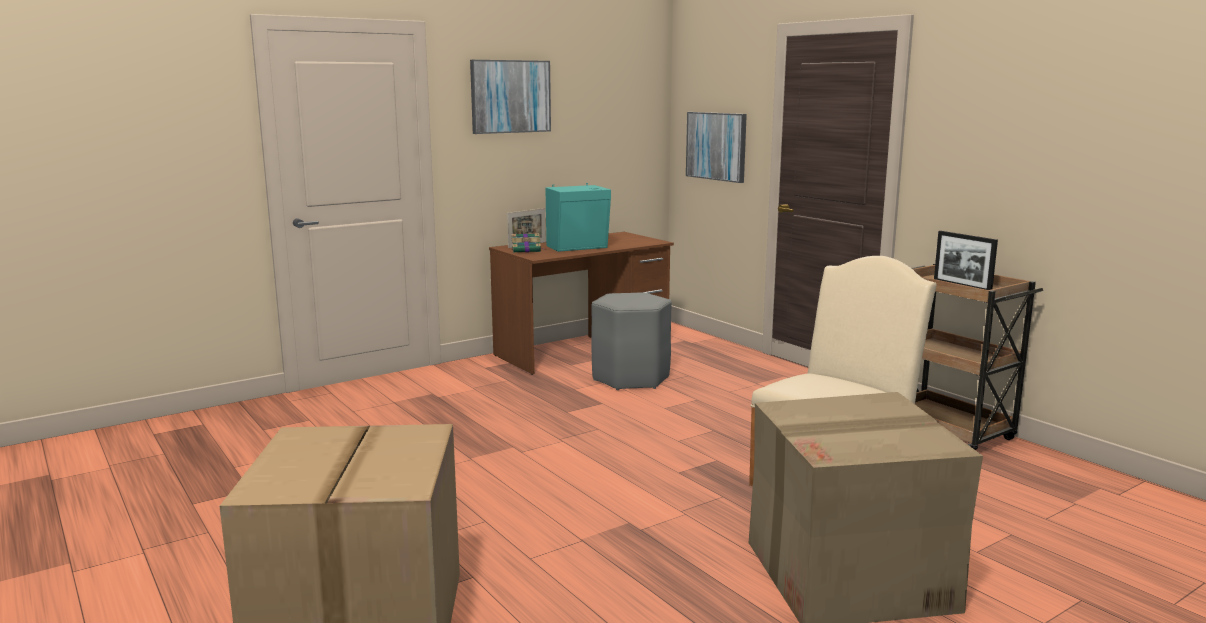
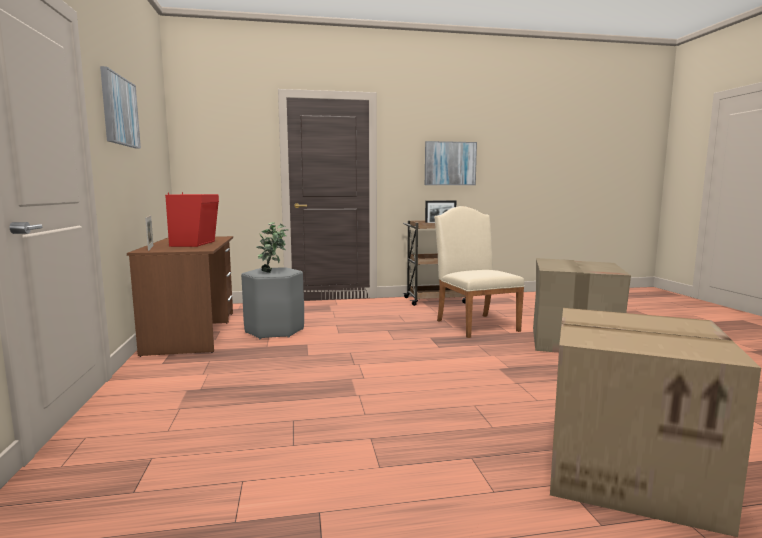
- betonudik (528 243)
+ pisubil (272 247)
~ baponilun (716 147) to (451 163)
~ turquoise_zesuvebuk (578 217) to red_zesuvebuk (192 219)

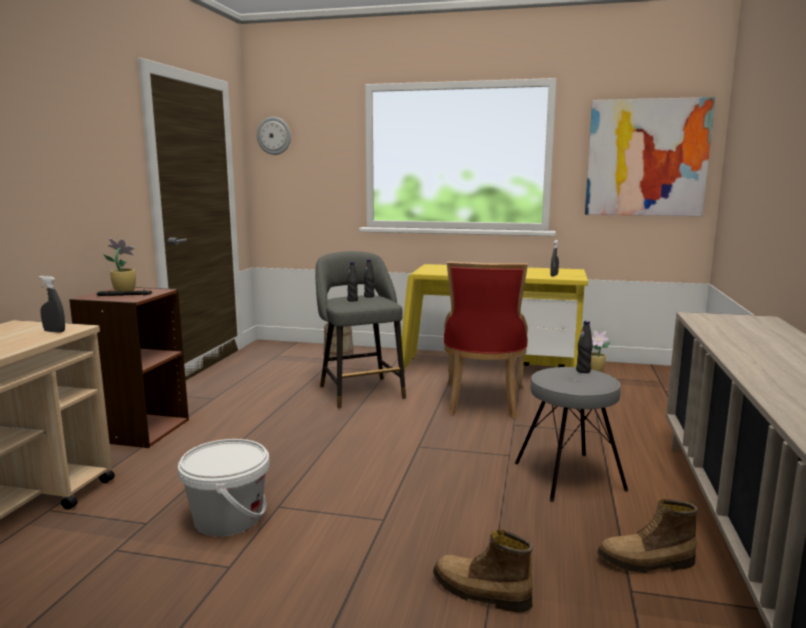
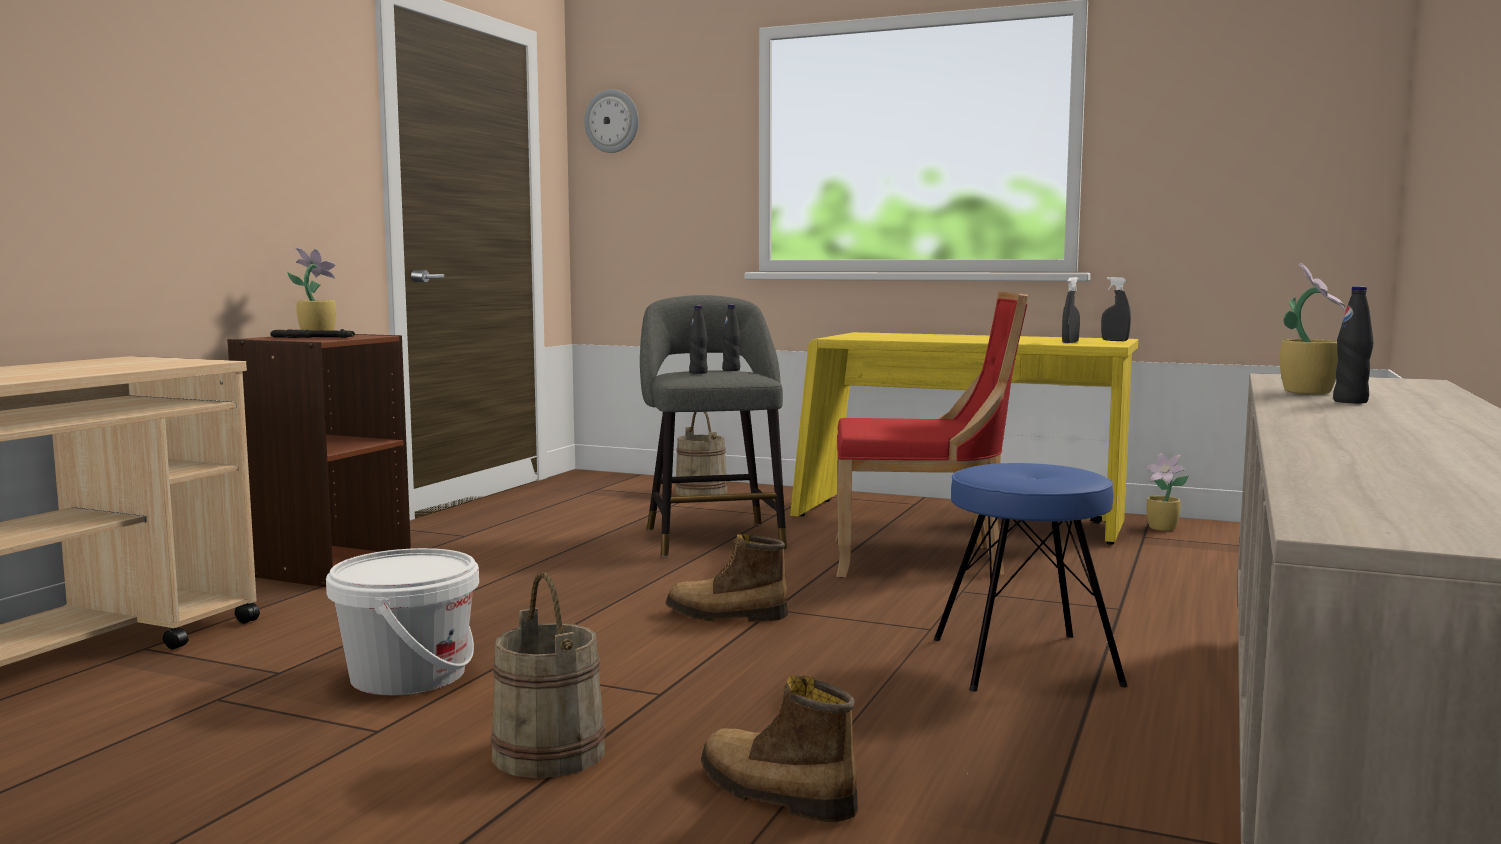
- baponilun (650 156)
+ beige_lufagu (548 675)
+ pisubil (1312 328)
~ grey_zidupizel (52 304) to (1116 309)
~ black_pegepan (584 347) to (1353 345)
~ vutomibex (647 536) to (726 578)
~ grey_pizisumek (571 434) to blue_pizisumek (1031 577)
~ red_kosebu (486 340) = (932 435) 105 degrees counterclockwise

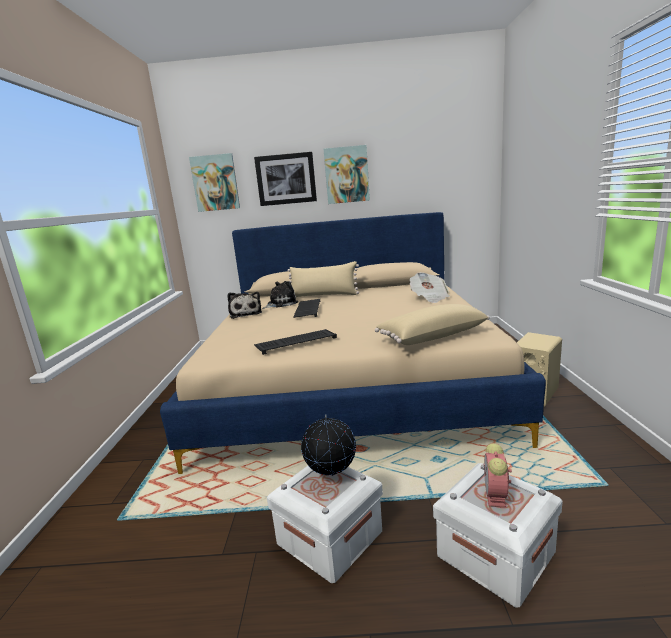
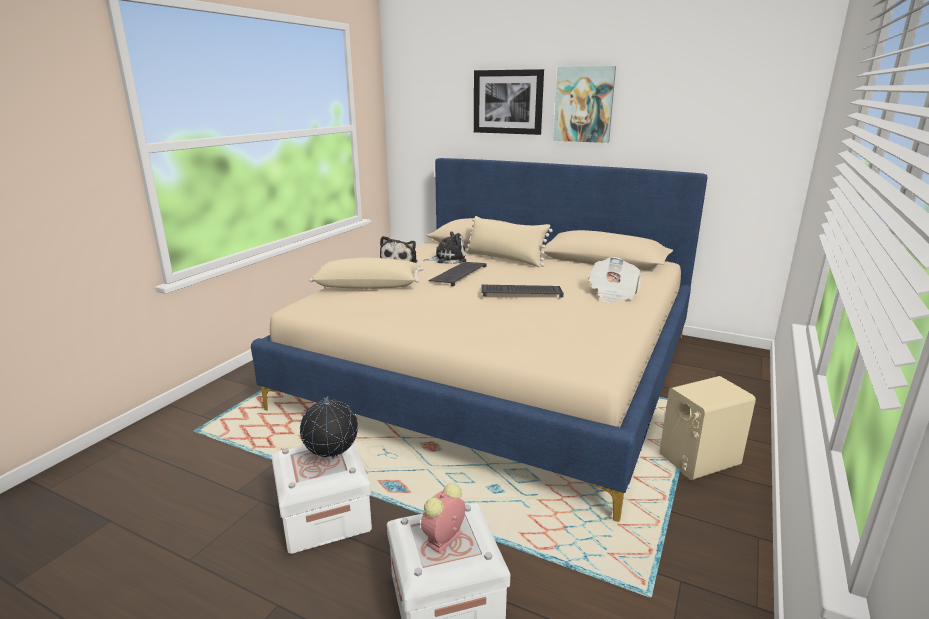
- baponilun (214 182)
~ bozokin (295 342) to (523 291)
~ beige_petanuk (432 324) to (366 273)

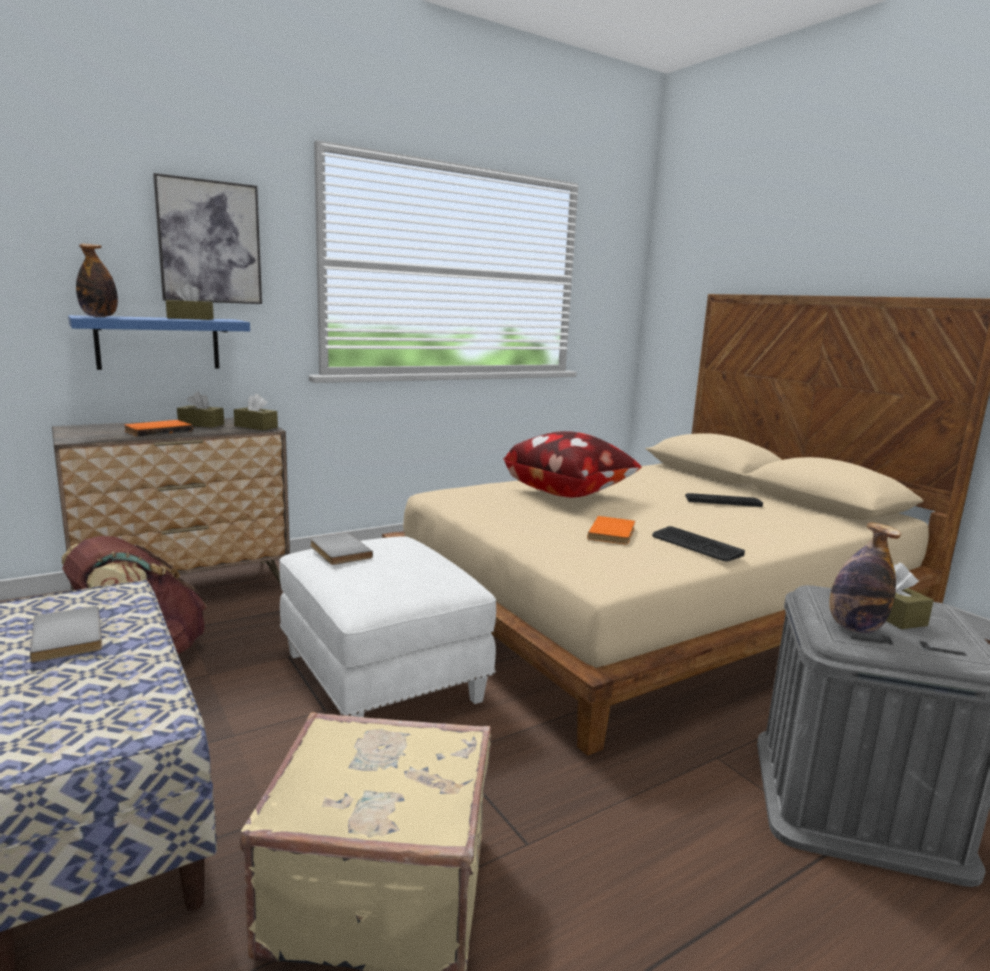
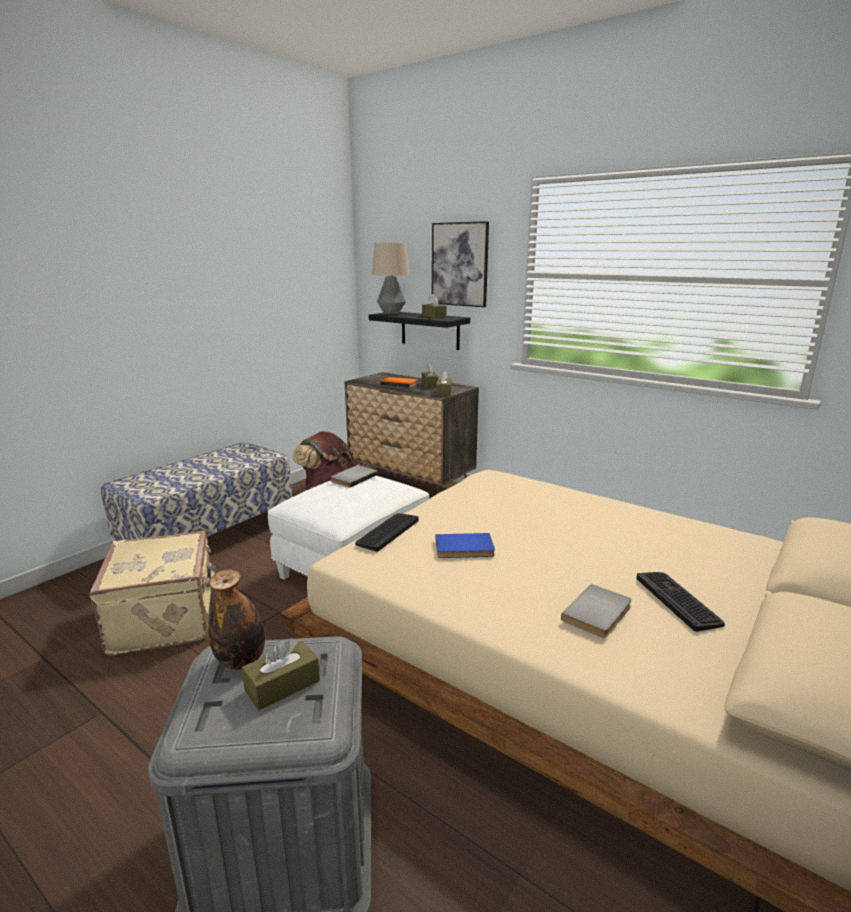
- petanuk (572 464)
~ grey_betonudik (66 634) to (596 611)
~ bozokin (698 544) to (387 532)
~ pegepan (97 280) to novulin (391 278)
~ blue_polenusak (159 342) to black_polenusak (419 331)
~ orange_betonudik (611 530) to blue_betonudik (465 545)

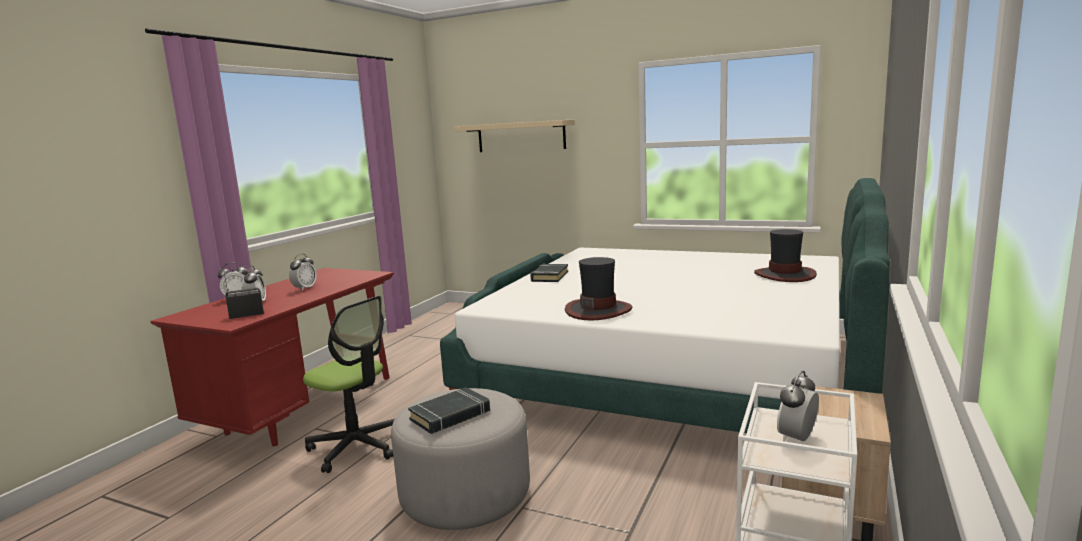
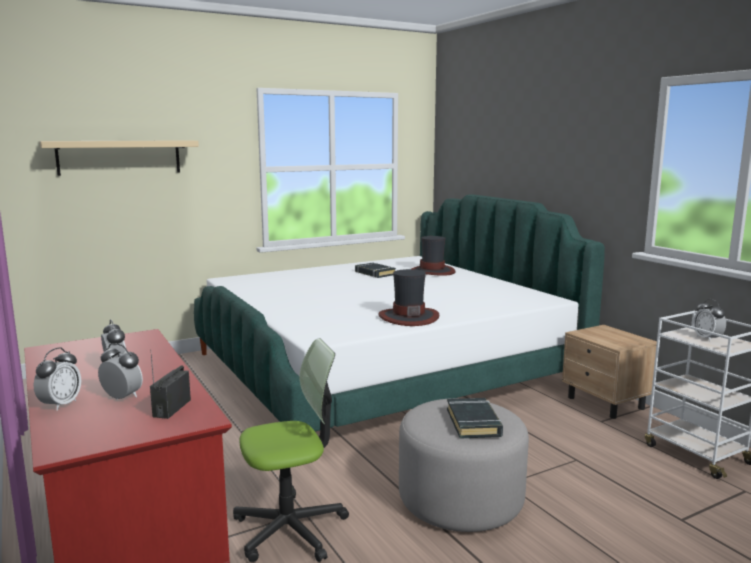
~ black_betonudik (549 273) to (375 270)

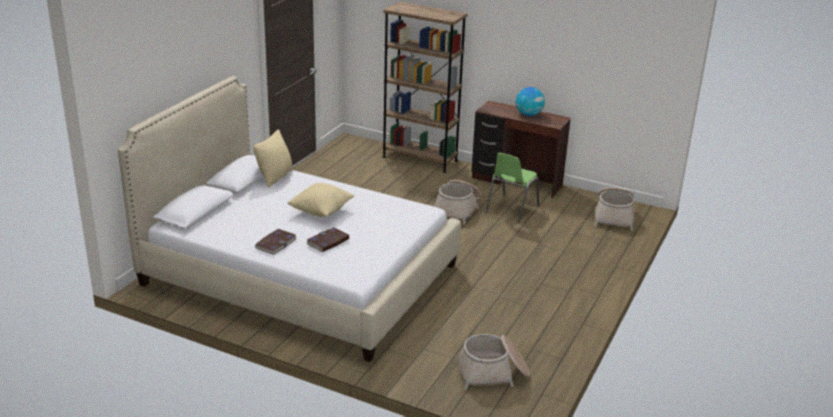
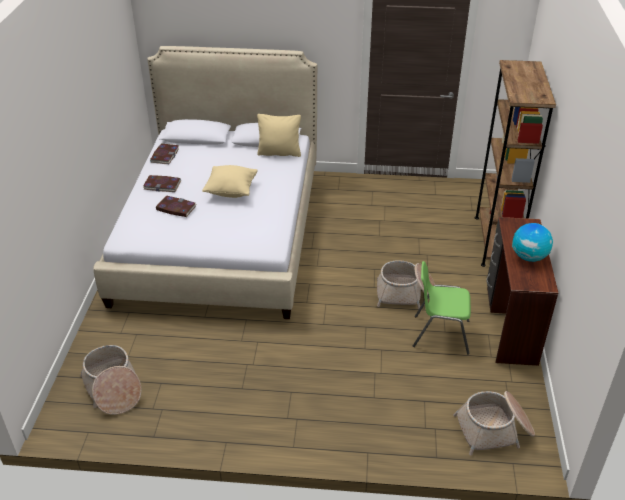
+ betonudik (164 154)

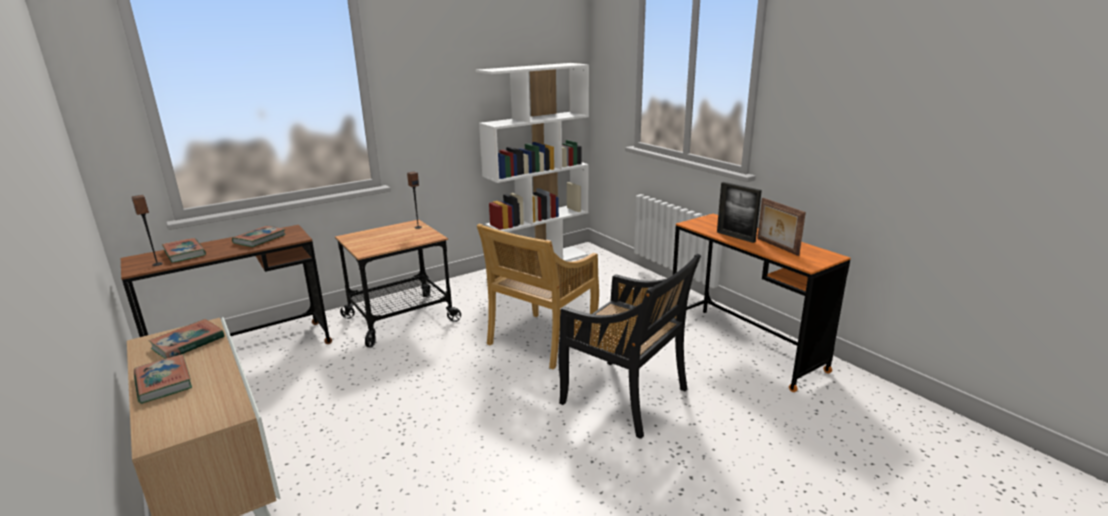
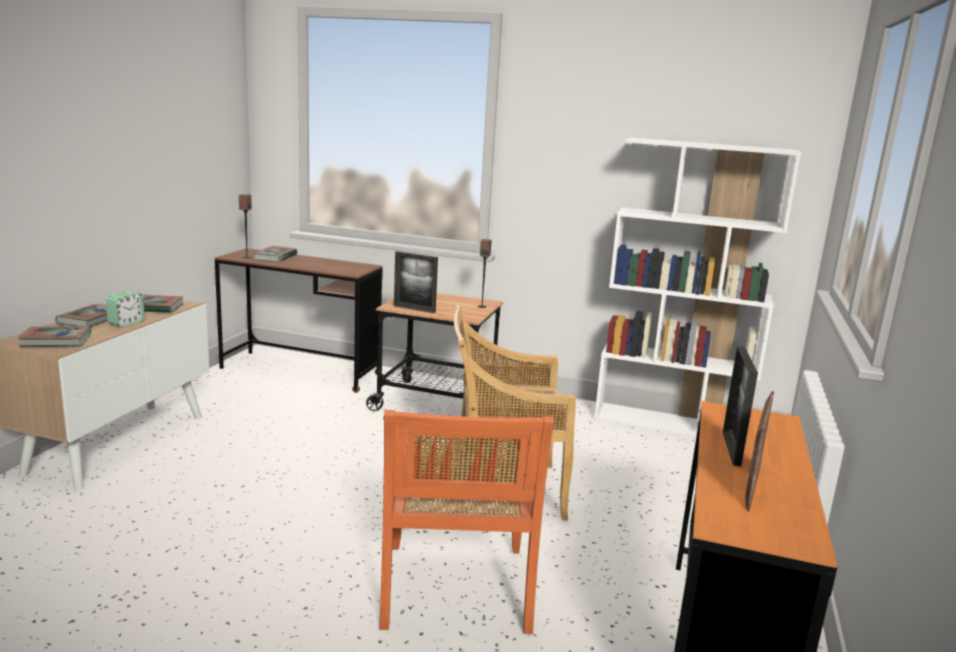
+ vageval (125 309)
+ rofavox (416 282)
~ betonudik (259 236) to (54 337)
~ black_kosebu (629 346) to orange_kosebu (466 522)

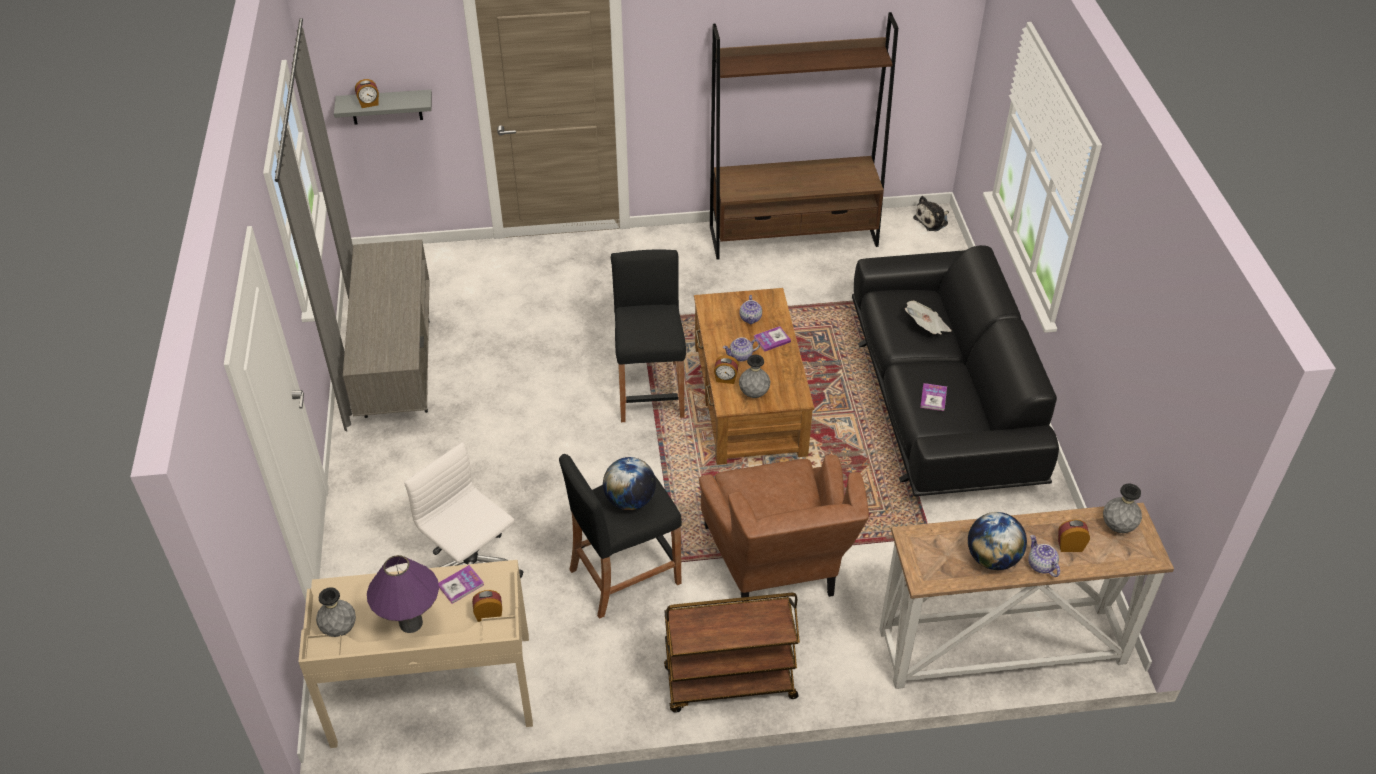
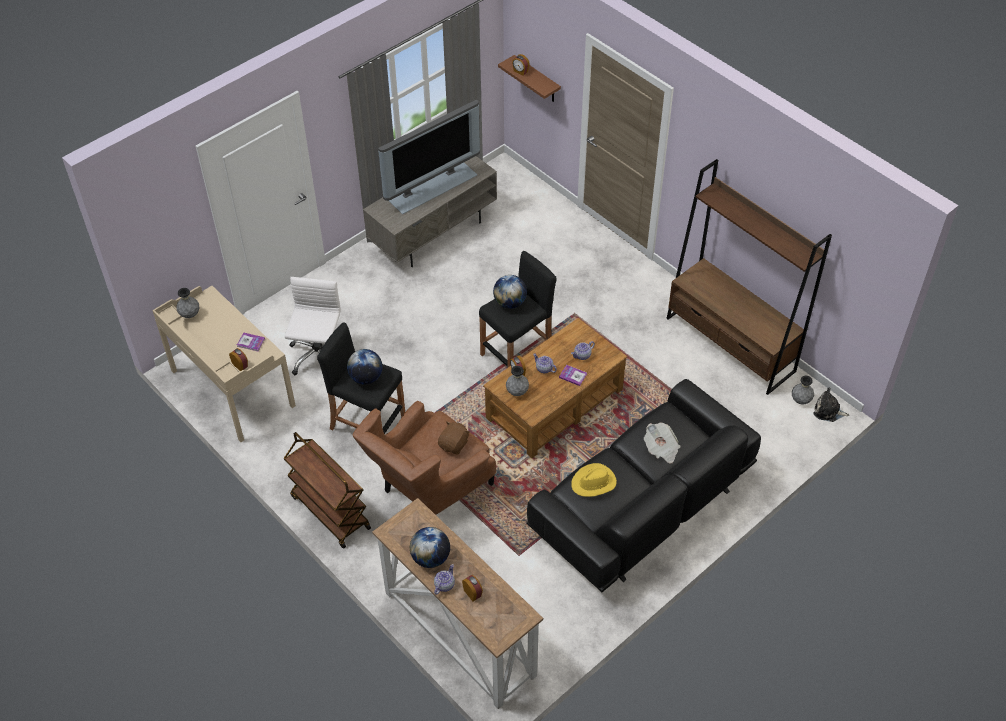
- purple_novulin (403 594)
+ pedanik (429 156)
+ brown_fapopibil (454 438)
+ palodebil (510 292)
~ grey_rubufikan (1122 508) to (803 390)
~ betonudik (933 397) to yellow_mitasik (594 480)
~ grey_polenusak (383 107) to brown_polenusak (529 78)

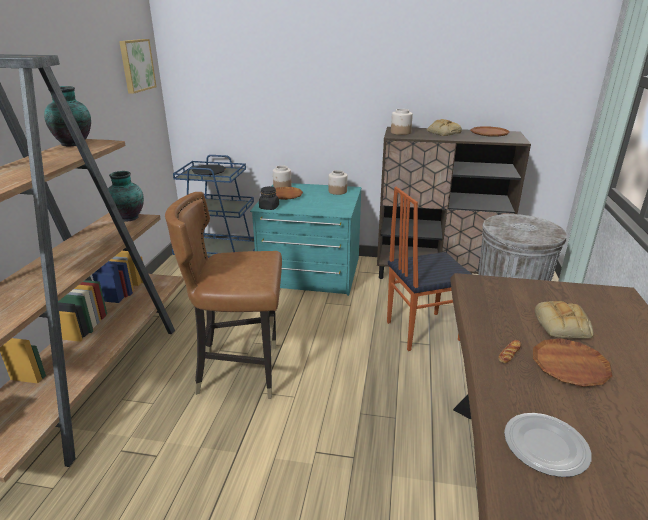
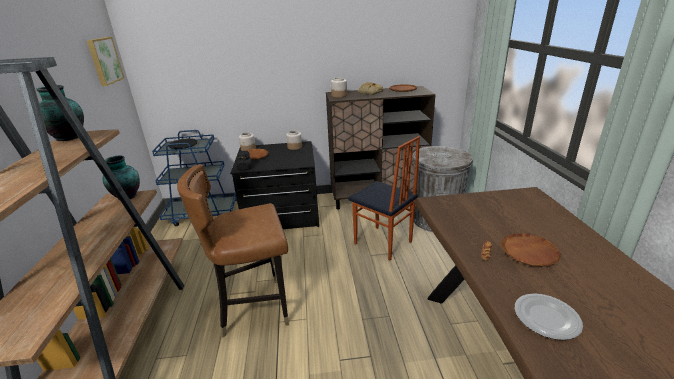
- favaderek (564 320)
~ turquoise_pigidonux (306 239) to black_pigidonux (274 185)
~ kosebu (430 269) = (384 198) 105 degrees counterclockwise

